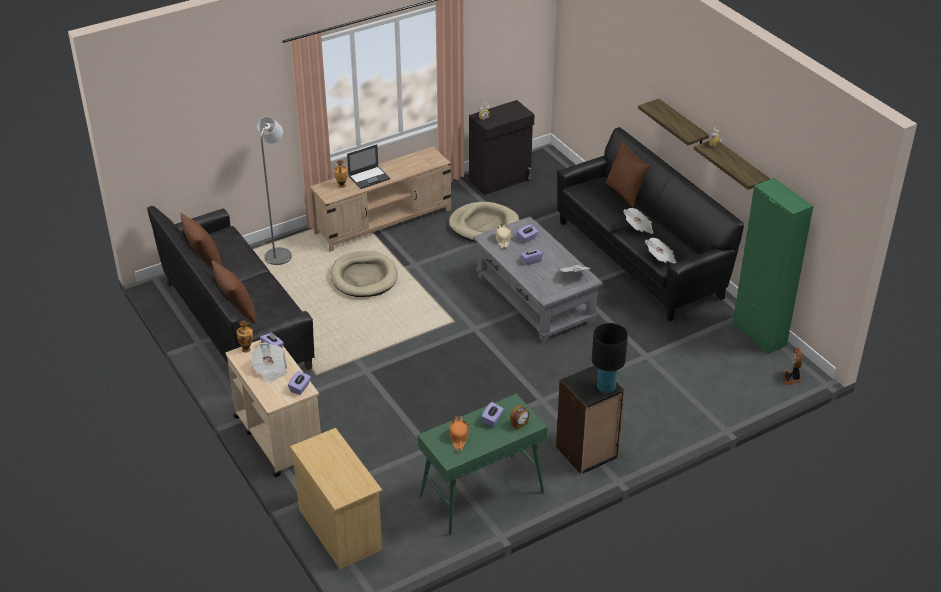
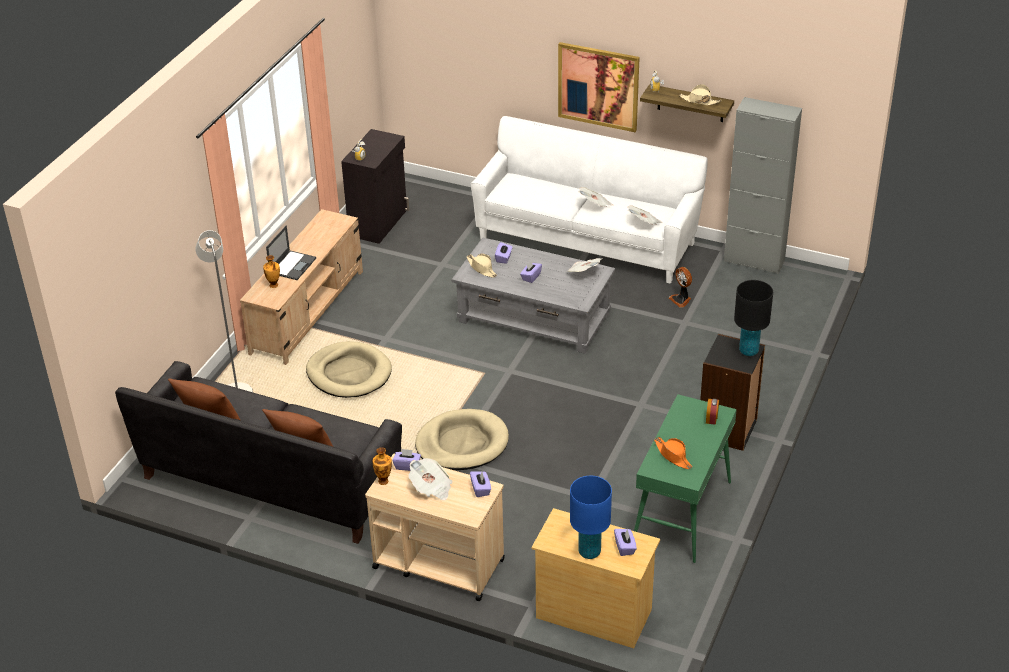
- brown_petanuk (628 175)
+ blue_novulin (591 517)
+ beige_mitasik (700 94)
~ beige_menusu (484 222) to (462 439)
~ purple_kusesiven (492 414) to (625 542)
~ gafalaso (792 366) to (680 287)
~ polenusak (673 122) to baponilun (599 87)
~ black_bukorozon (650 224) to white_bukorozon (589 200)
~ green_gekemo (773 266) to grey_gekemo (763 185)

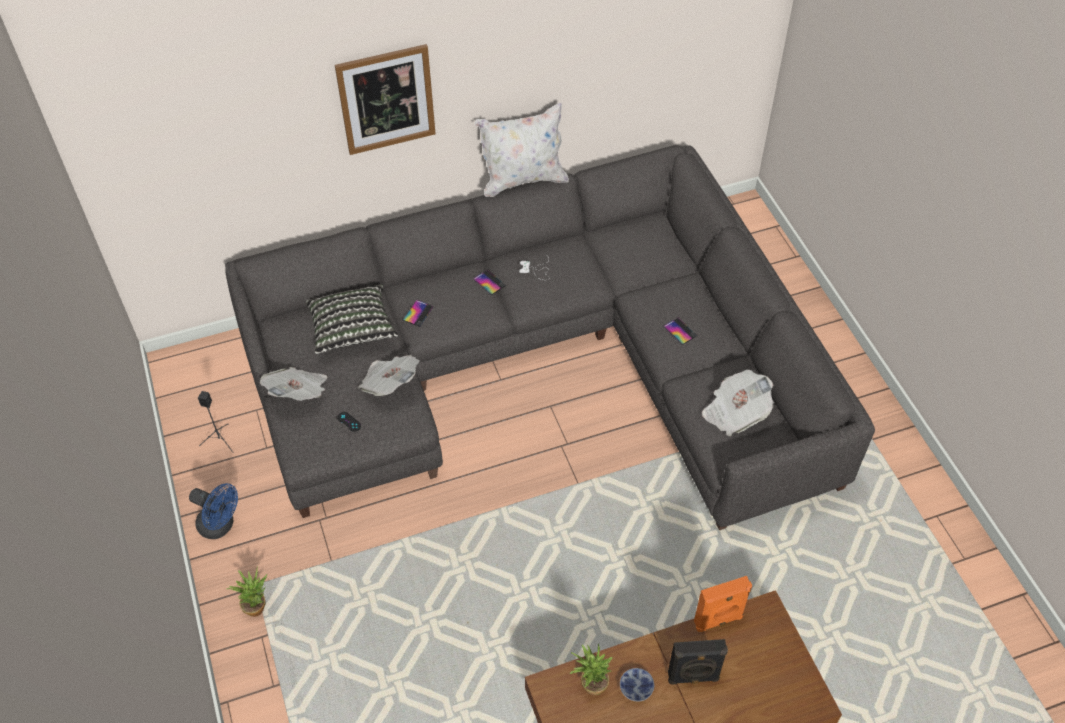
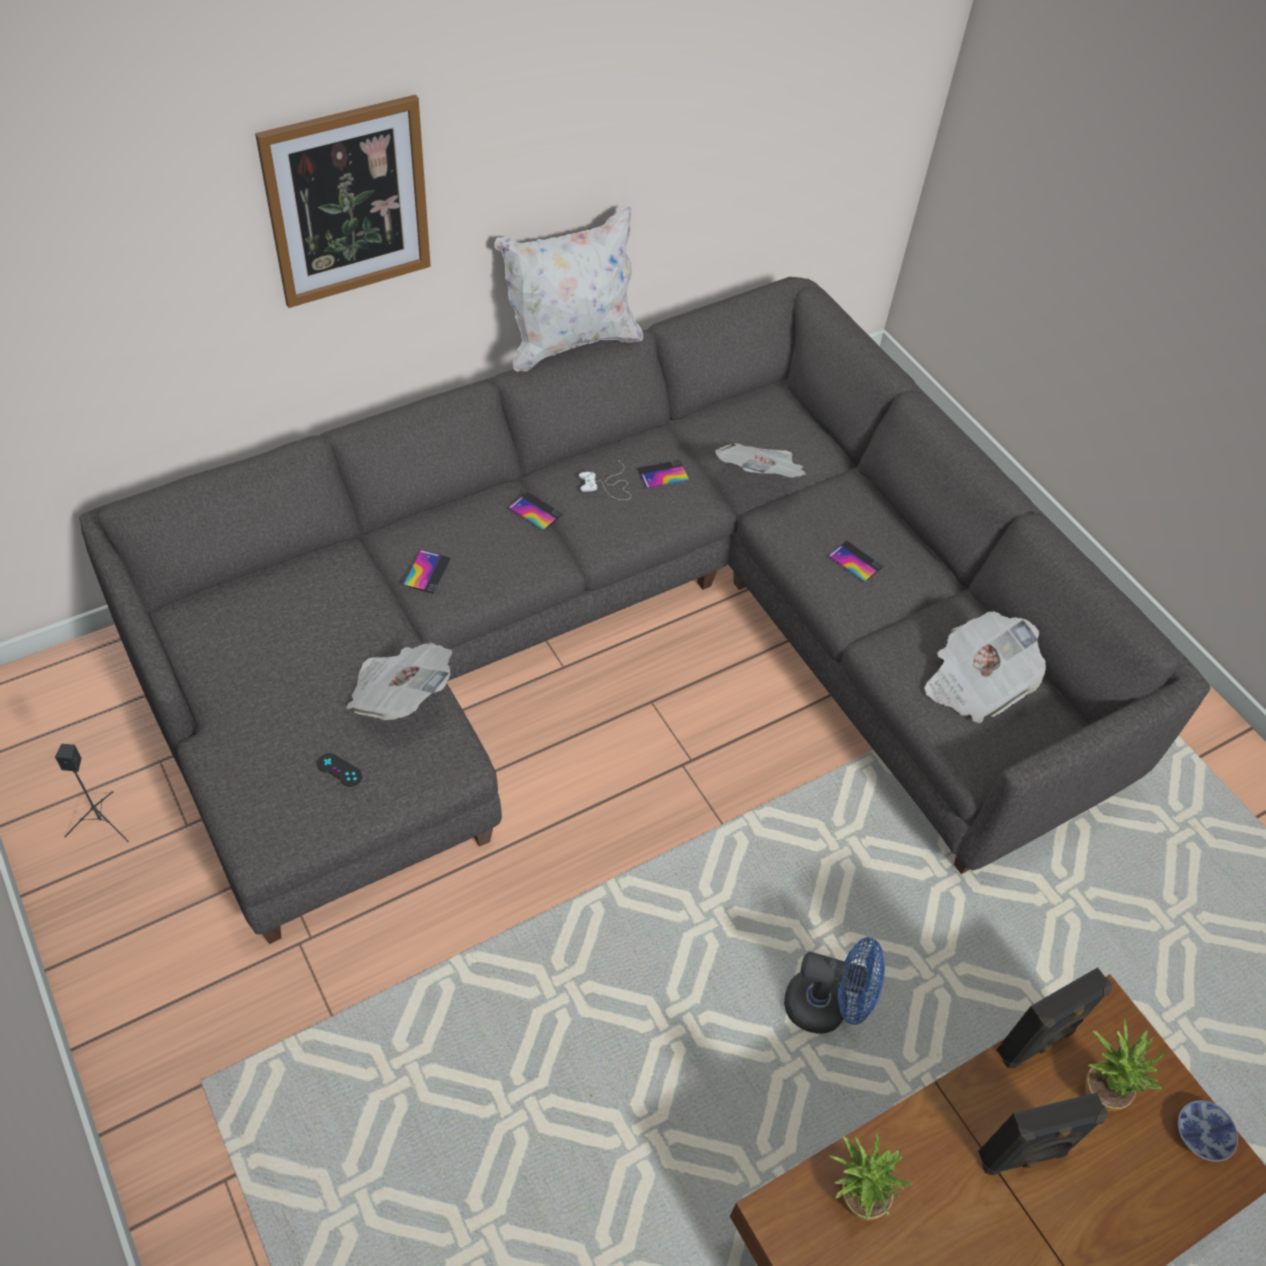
- petanuk (352 319)
+ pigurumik (663 474)
~ blue_gafalaso (213 511) to (834 985)
~ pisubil (246 591) to (1126 1064)
~ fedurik (293 384) to (761 460)
~ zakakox (637 684) to (1208 1131)
~ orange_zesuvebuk (723 604) to black_zesuvebuk (1054 1017)

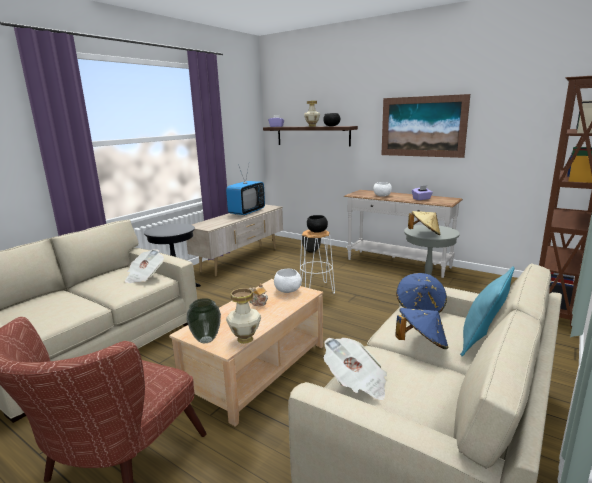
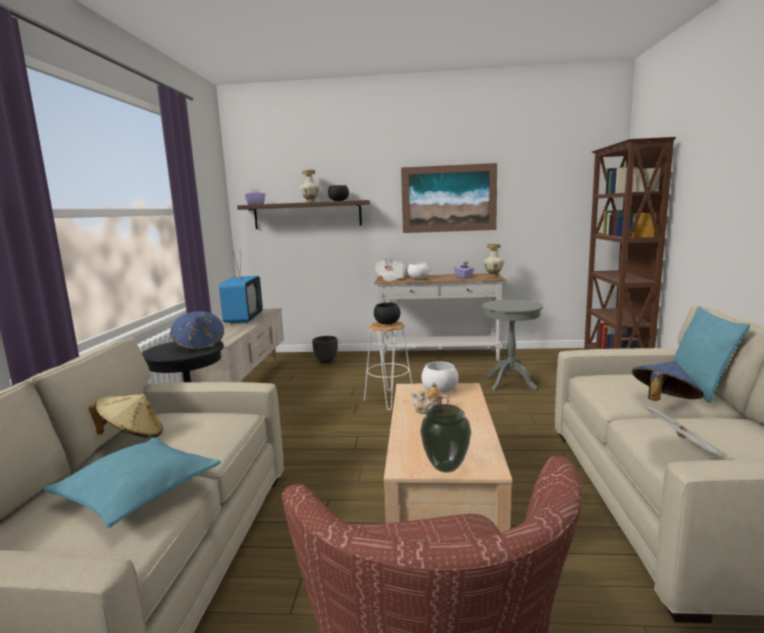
+ turquoise_petanuk (132 482)
~ fedurik (144 266) to (389 269)
~ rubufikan (243 316) to (493 260)
~ blue_mitasik (421 293) to (197 330)
~ beige_mitasik (424 223) to (125 416)

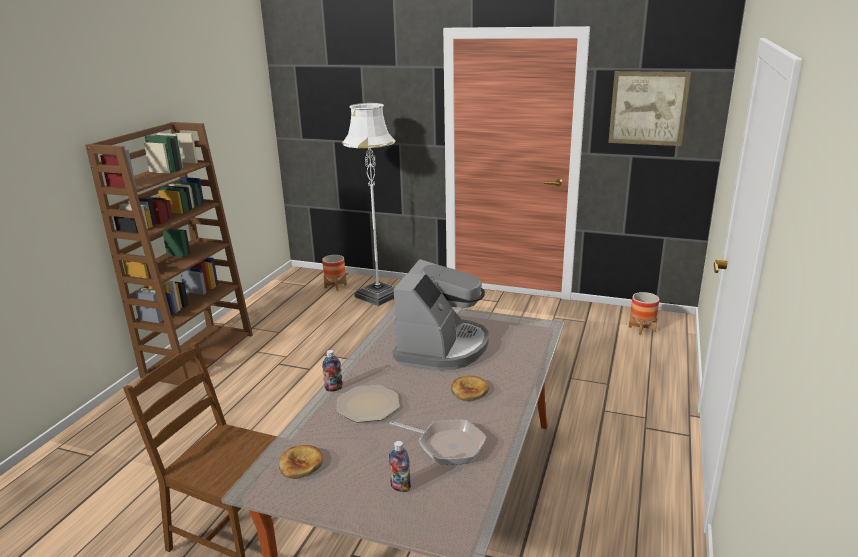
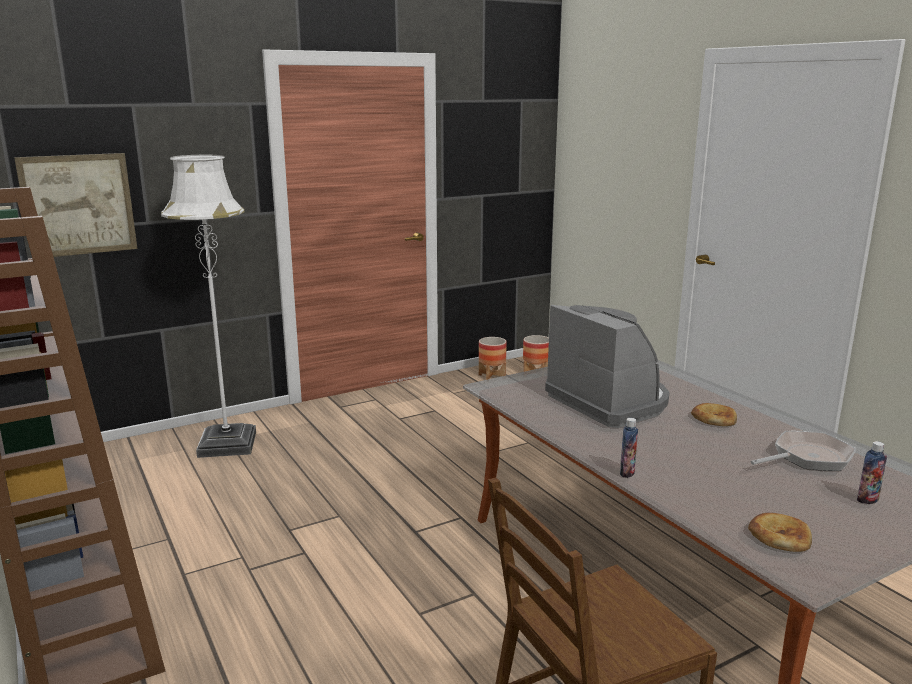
- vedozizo (368 403)
~ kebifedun (334 273) to (493 358)
~ baponilun (649 108) to (75 205)

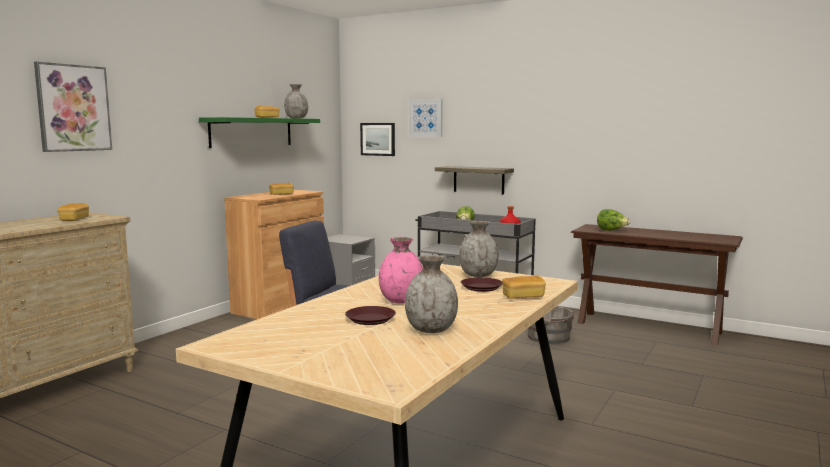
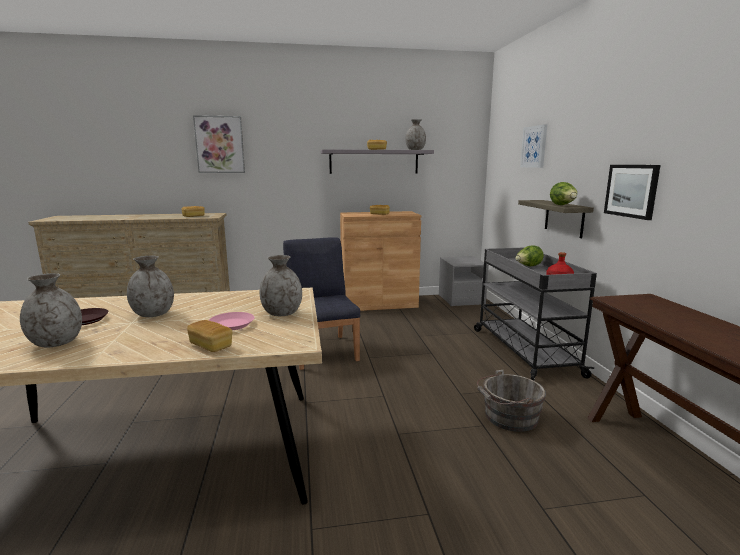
~ baponilun (377 139) to (632 192)
~ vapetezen (613 220) to (563 193)
~ green_polenusak (259 132) to grey_polenusak (377 161)
~ pink_rubufikan (401 270) to grey_rubufikan (150 286)
~ brown_vedozizo (481 284) to pink_vedozizo (232 321)

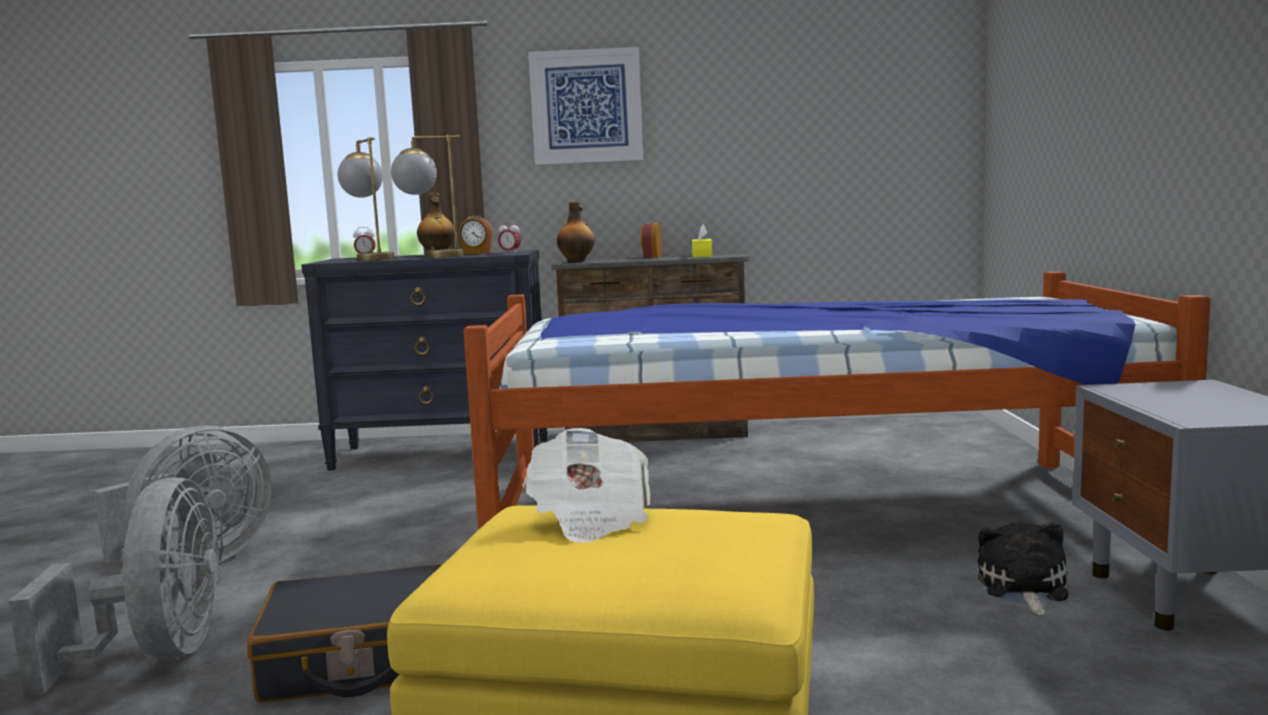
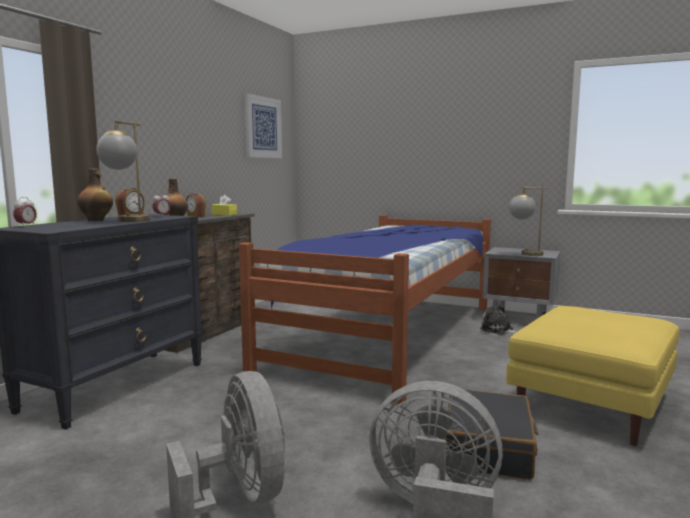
- fedurik (586 485)
~ novulin (366 199) to (529 221)
~ baponilun (585 106) to (263 125)

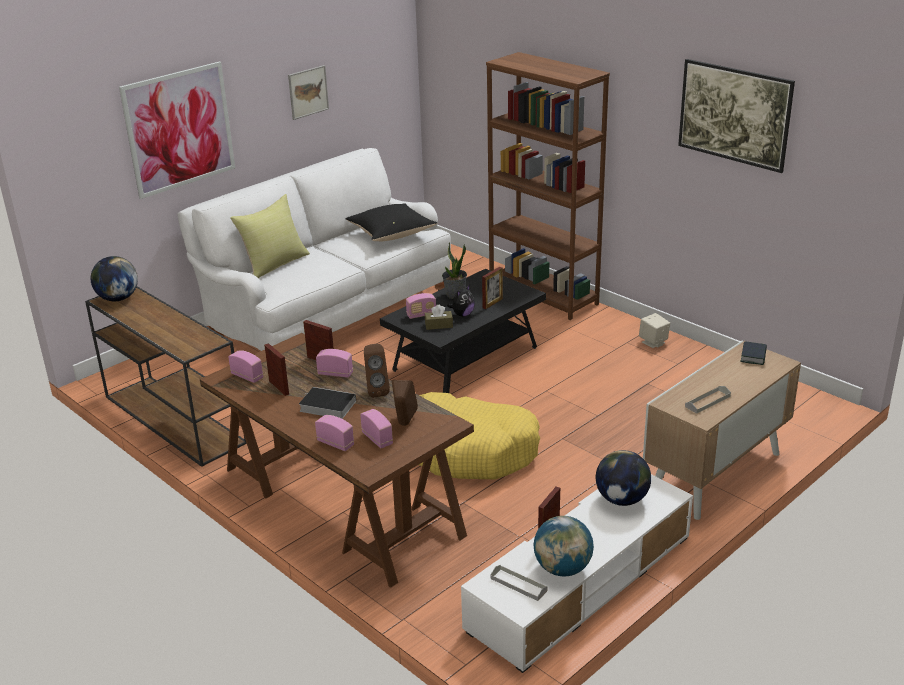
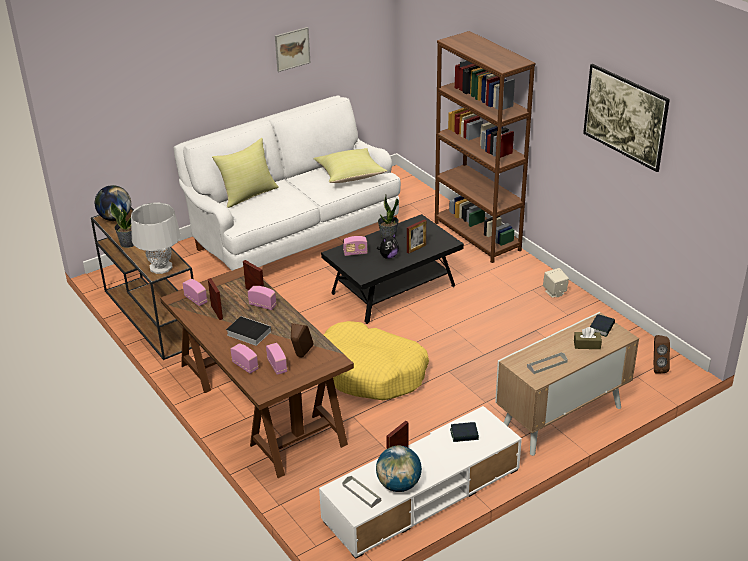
- baponilun (177 130)
+ pisubil (122 225)
+ grey_novulin (156 238)
~ brown_zesuvebuk (377 371) to (662 354)
~ brown_kusesiven (439 317) to (588 338)
~ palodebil (623 478) to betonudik (464 432)
~ black_petanuk (391 222) to yellow_petanuk (350 165)

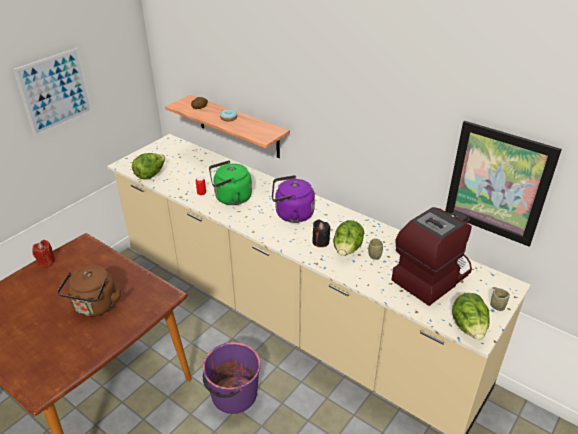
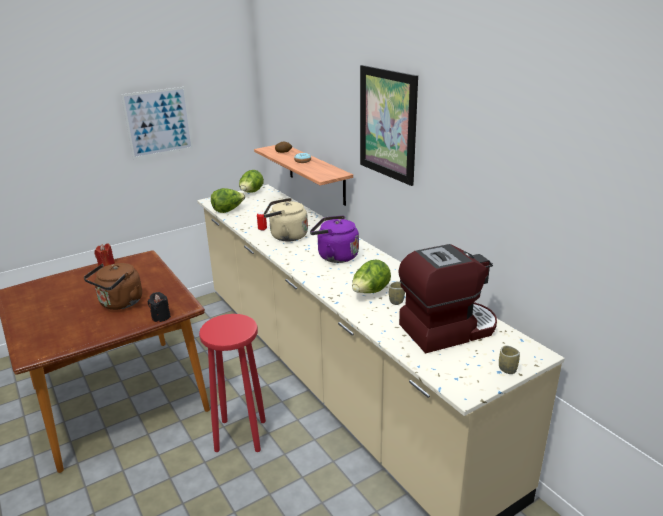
~ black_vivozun (321 233) to (159 307)
~ baponilun (503 184) to (389 125)
~ vapetezen (471 316) to (251 181)
~ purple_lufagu (232 378) to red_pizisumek (232 383)
~ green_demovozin (230 182) to beige_demovozin (285 219)

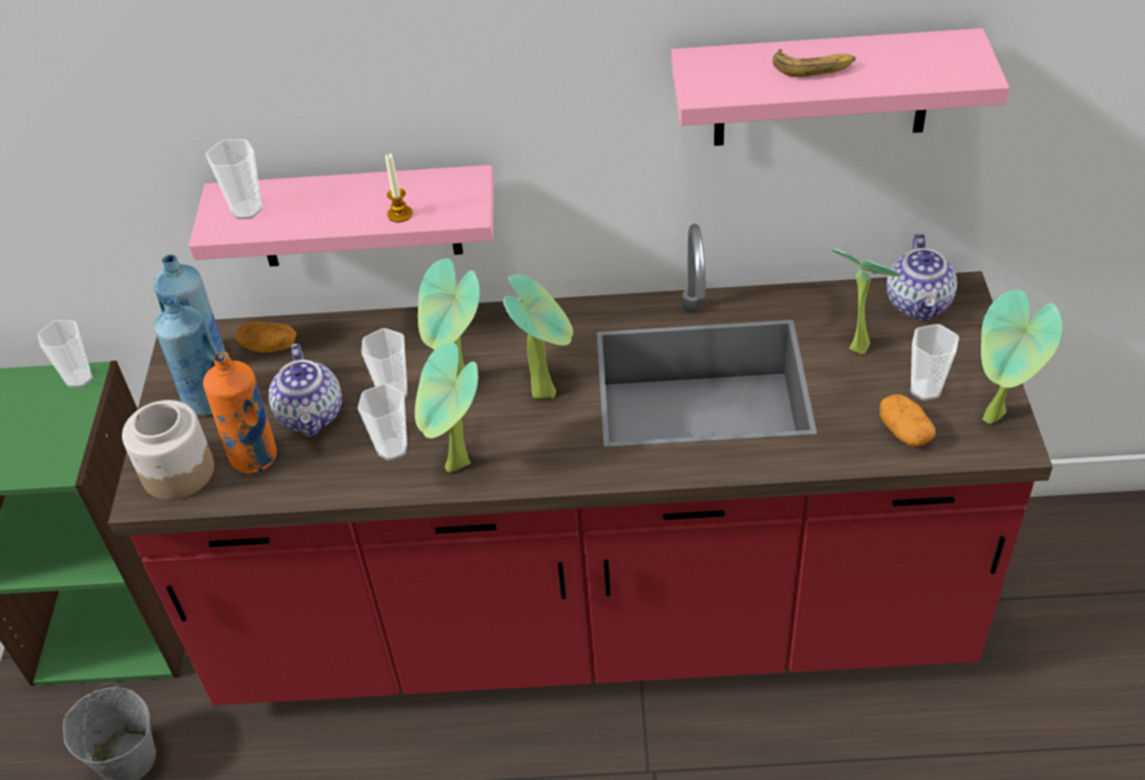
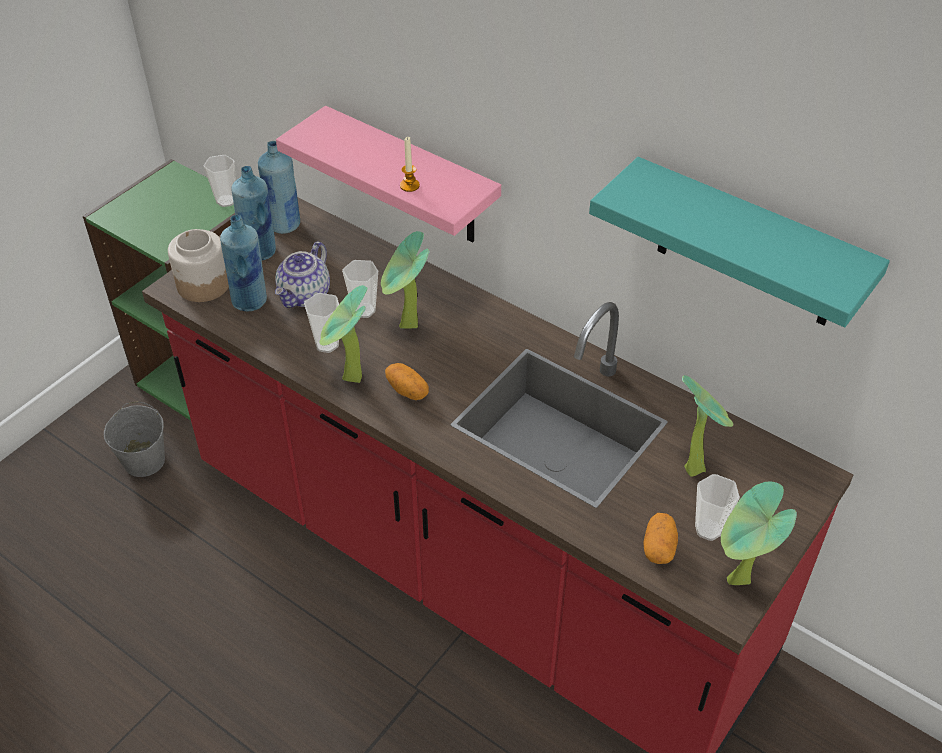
- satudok (233 179)
- pisubil (538 336)
- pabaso (814 63)
- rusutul (921 277)
~ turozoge (266 337) to (407 381)
~ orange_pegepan (240 412) to blue_pegepan (243 263)
~ pink_polenusak (840 87) to turquoise_polenusak (739 242)

